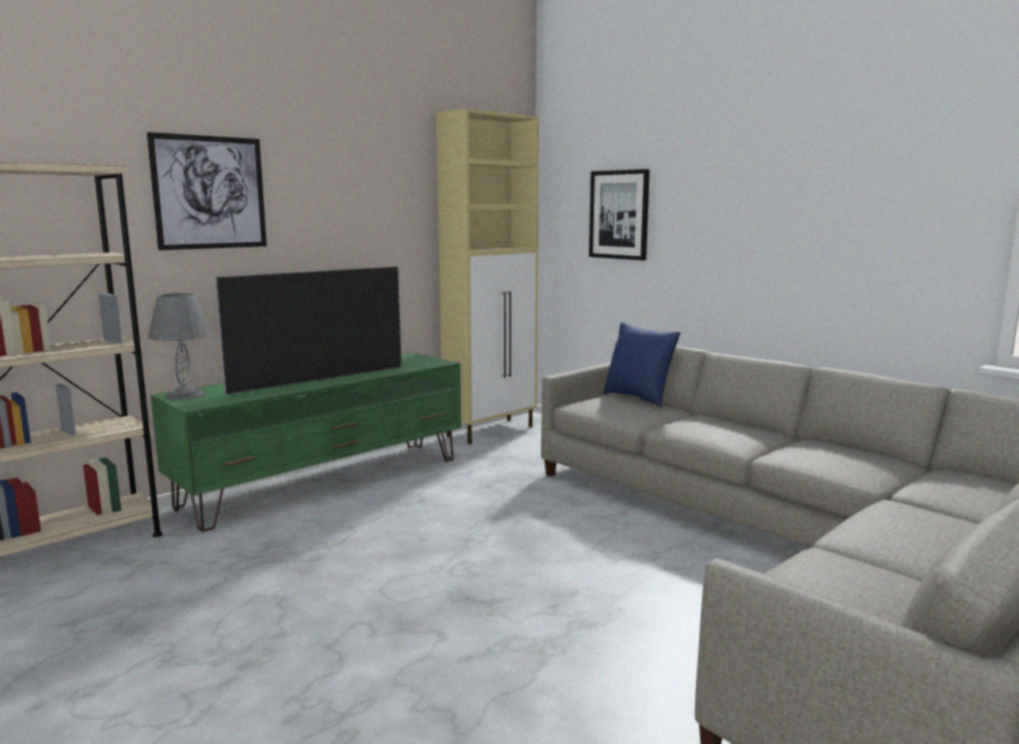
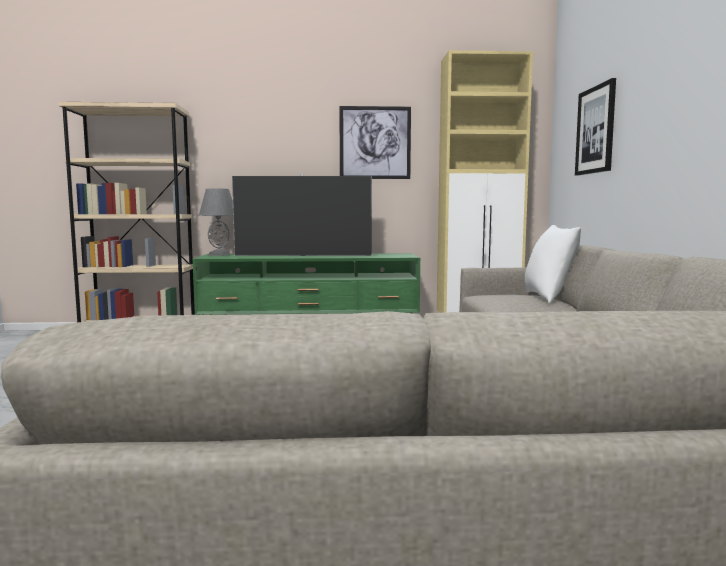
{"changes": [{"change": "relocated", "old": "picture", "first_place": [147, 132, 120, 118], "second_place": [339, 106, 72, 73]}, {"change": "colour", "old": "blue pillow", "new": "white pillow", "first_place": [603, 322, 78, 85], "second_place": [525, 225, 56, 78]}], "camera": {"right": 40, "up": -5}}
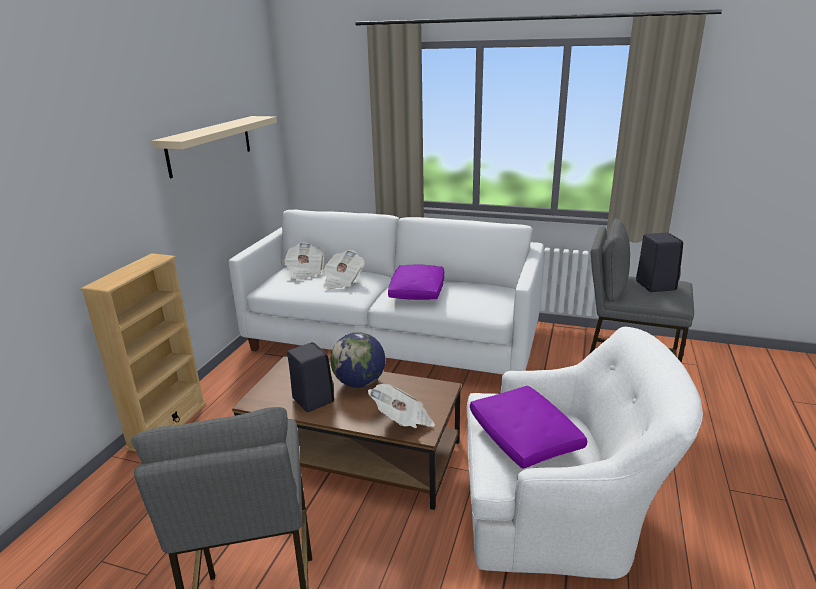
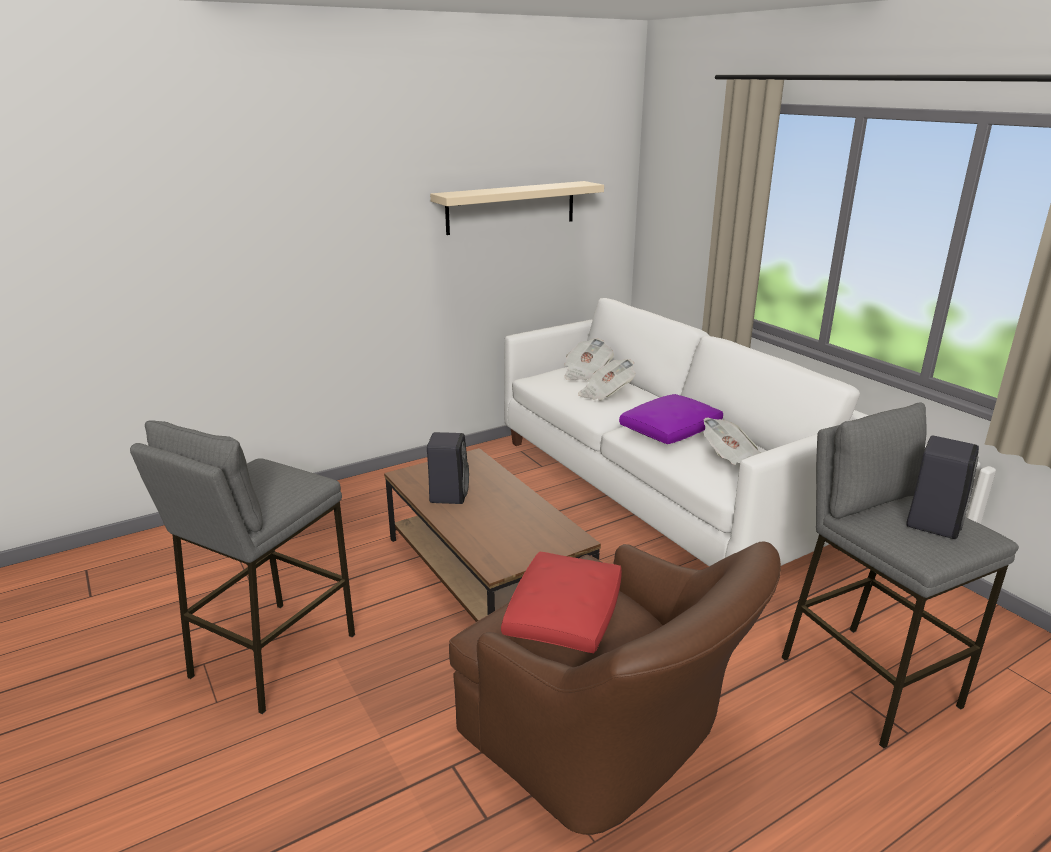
{"changes": [{"change": "missing", "old": "beige bookcase", "first_place": [80, 253, 126, 199]}, {"change": "missing", "old": "globe", "first_place": [330, 332, 55, 56]}, {"change": "relocated", "old": "newspaper", "first_place": [368, 384, 67, 44], "second_place": [703, 417, 59, 48]}, {"change": "colour", "old": "white armchair", "new": "brown armchair", "first_place": [467, 327, 236, 252], "second_place": [449, 541, 332, 294]}, {"change": "colour", "old": "purple pillow", "new": "red pillow", "first_place": [470, 386, 117, 83], "second_place": [501, 552, 121, 101]}], "camera": {"right": 40, "up": 0}}
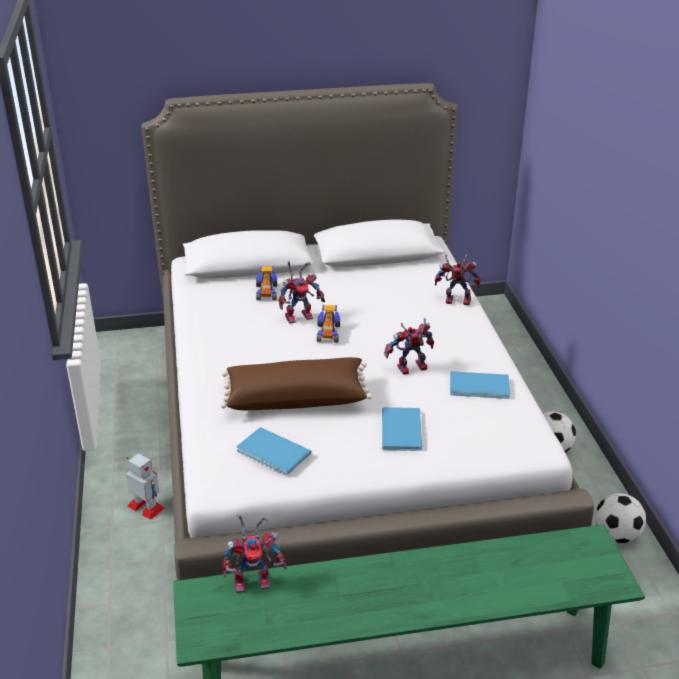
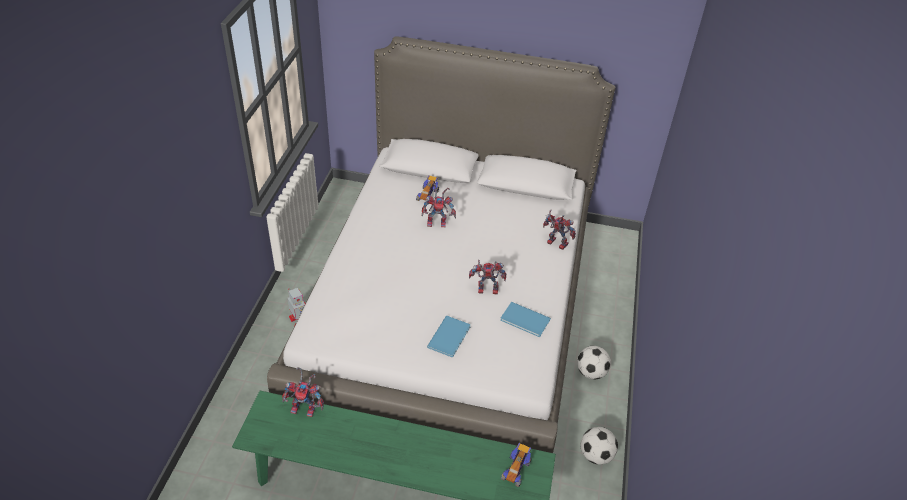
{"changes": [{"change": "missing", "old": "brown pillow", "first_place": [221, 357, 151, 53]}, {"change": "missing", "old": "blue book", "first_place": [237, 427, 74, 48]}, {"change": "relocated", "old": "toy car", "first_place": [317, 305, 23, 38], "second_place": [501, 443, 31, 44]}], "camera": {"right": 20, "up": 10}}
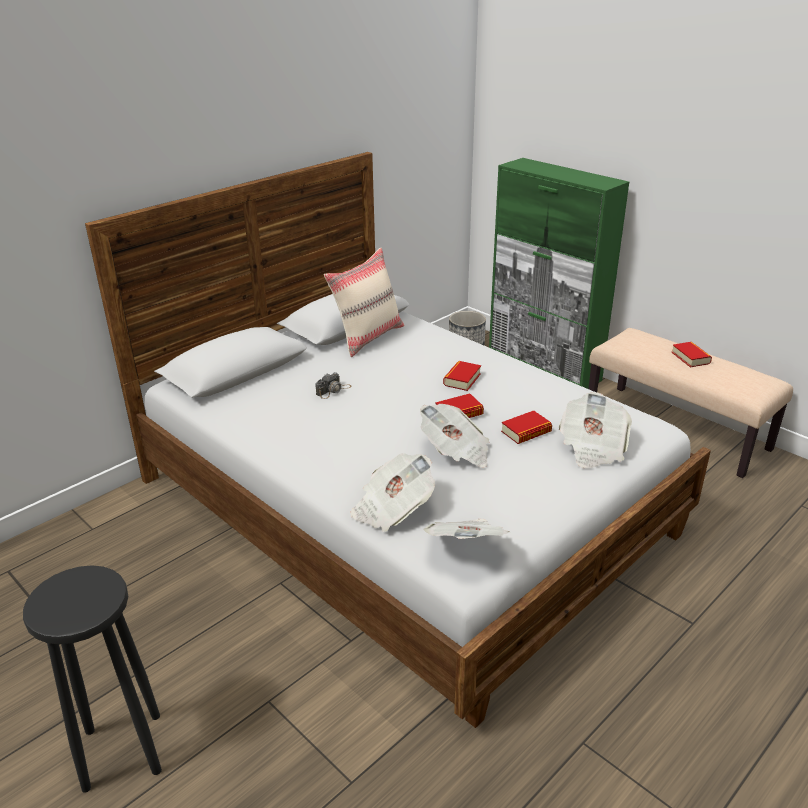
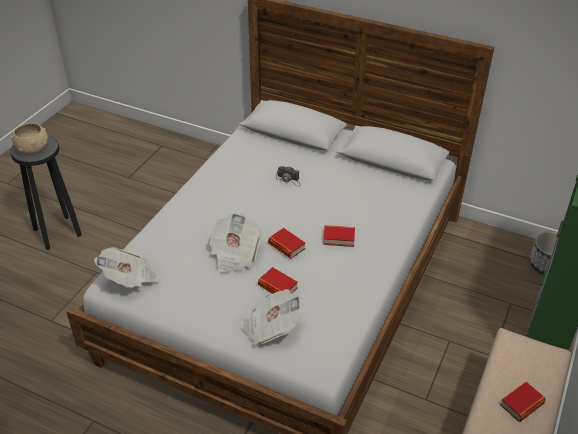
{"changes": [{"change": "missing", "old": "beige pillow", "first_place": [324, 248, 80, 109]}, {"change": "missing", "old": "newspaper", "first_place": [350, 453, 85, 79]}, {"change": "appeared", "new": "beige bowl", "second_place": [11, 123, 37, 32]}], "camera": {"right": 70, "up": 10}}
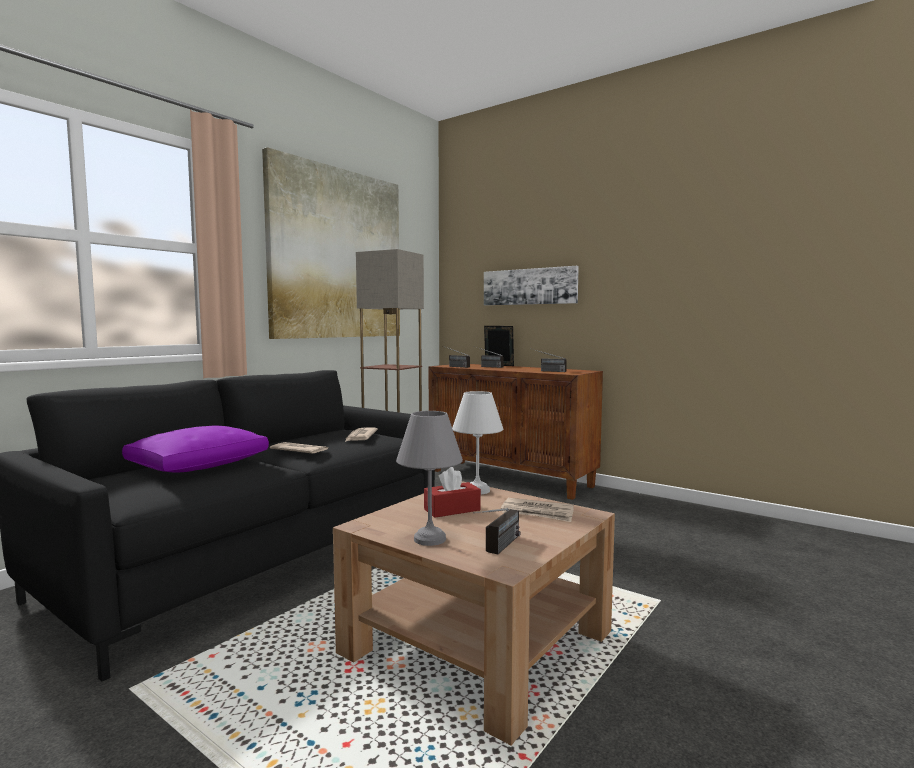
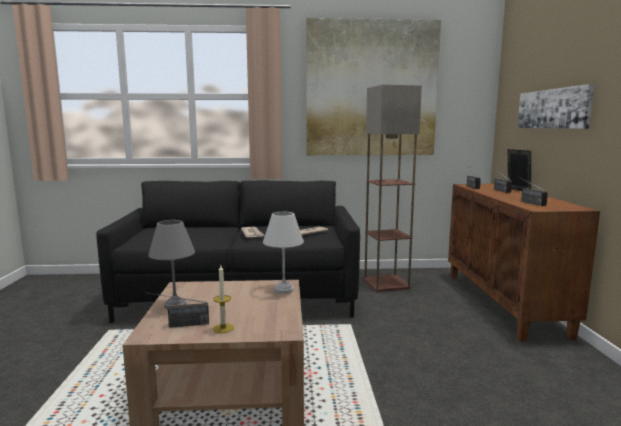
{"changes": [{"change": "missing", "old": "purple pillow", "first_place": [122, 426, 147, 46]}, {"change": "missing", "old": "red tissue box", "first_place": [424, 467, 57, 51]}, {"change": "missing", "old": "newspaper", "first_place": [501, 498, 73, 24]}, {"change": "appeared", "new": "candle", "second_place": [213, 265, 21, 68]}], "camera": {"right": 50, "up": 5}}
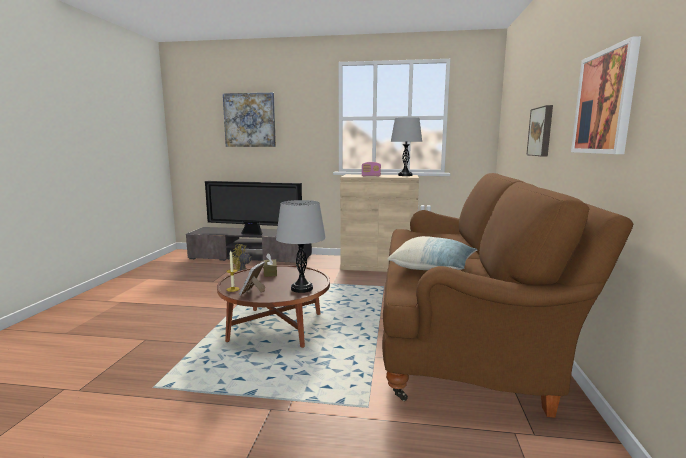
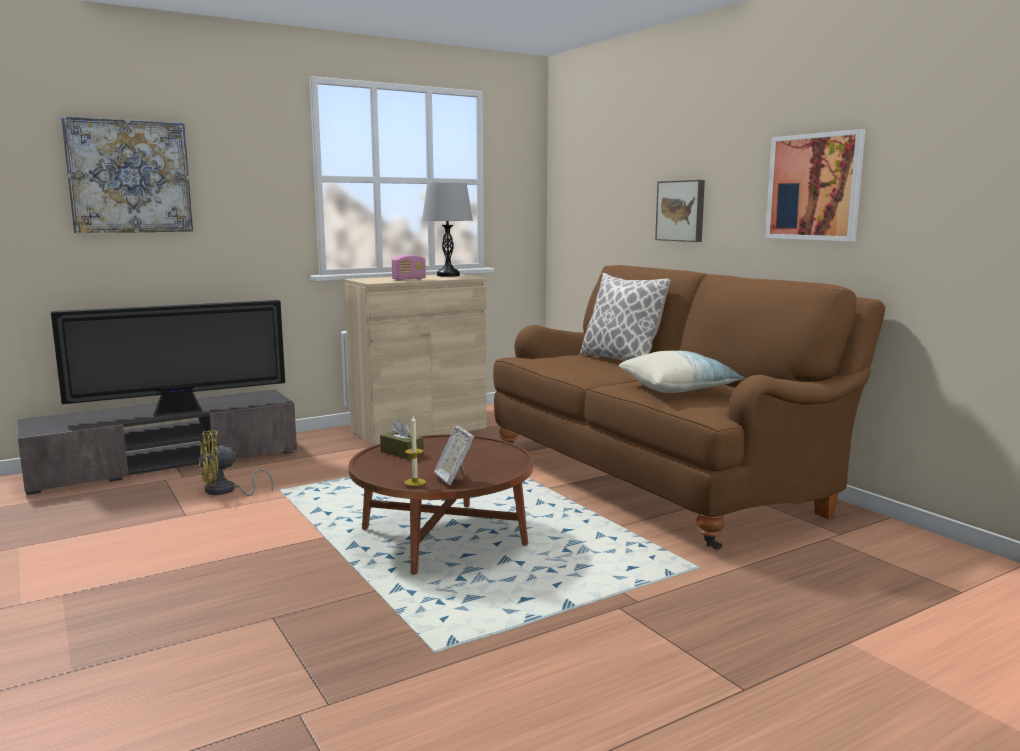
{"changes": [{"change": "missing", "old": "grey table lamp", "first_place": [276, 200, 50, 93]}, {"change": "appeared", "new": "pillow", "second_place": [580, 273, 91, 88]}], "camera": {"right": -40, "up": 0}}
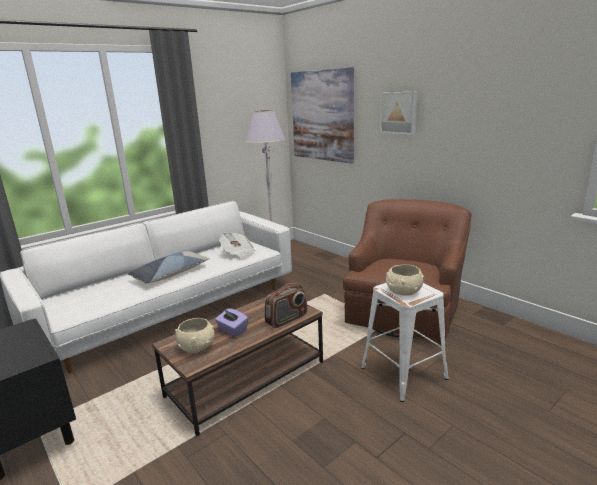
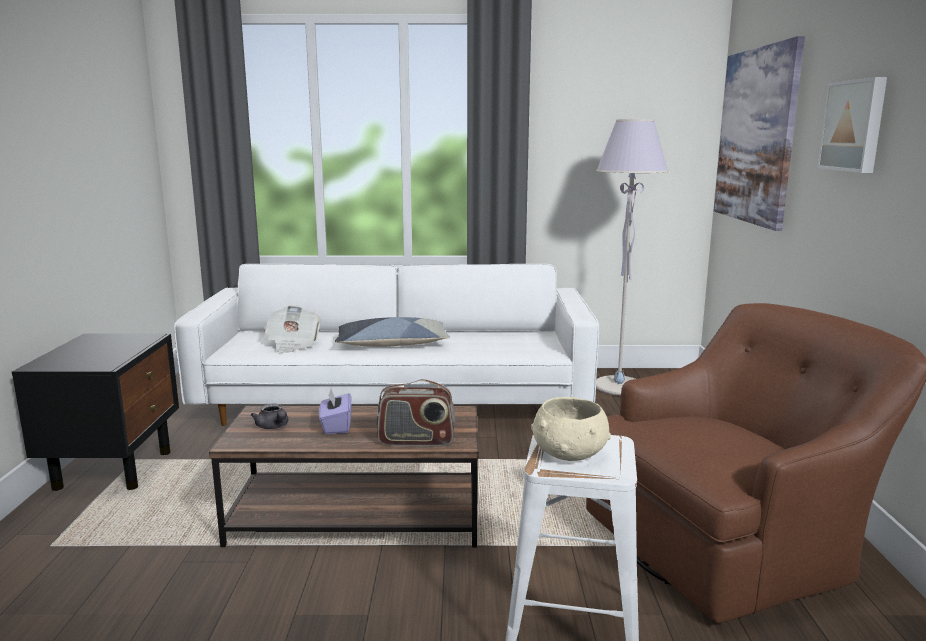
{"changes": [{"change": "relocated", "old": "newspaper", "first_place": [219, 232, 37, 27], "second_place": [264, 305, 57, 48]}, {"change": "exchanged", "old": "beige bowl", "new": "grey teapot", "first_place": [175, 318, 40, 35], "second_place": [251, 404, 37, 25]}], "camera": {"right": 40, "up": -5}}
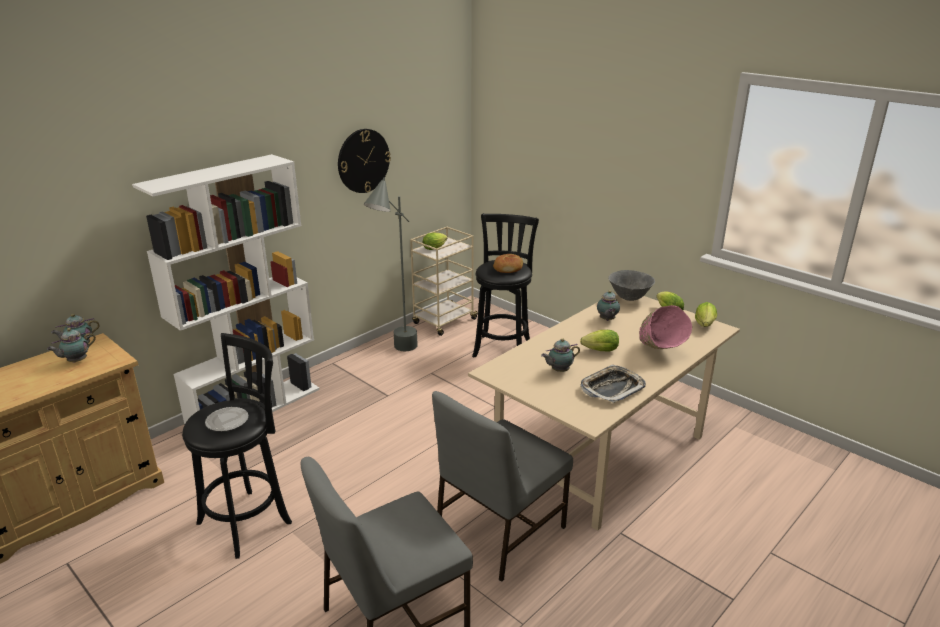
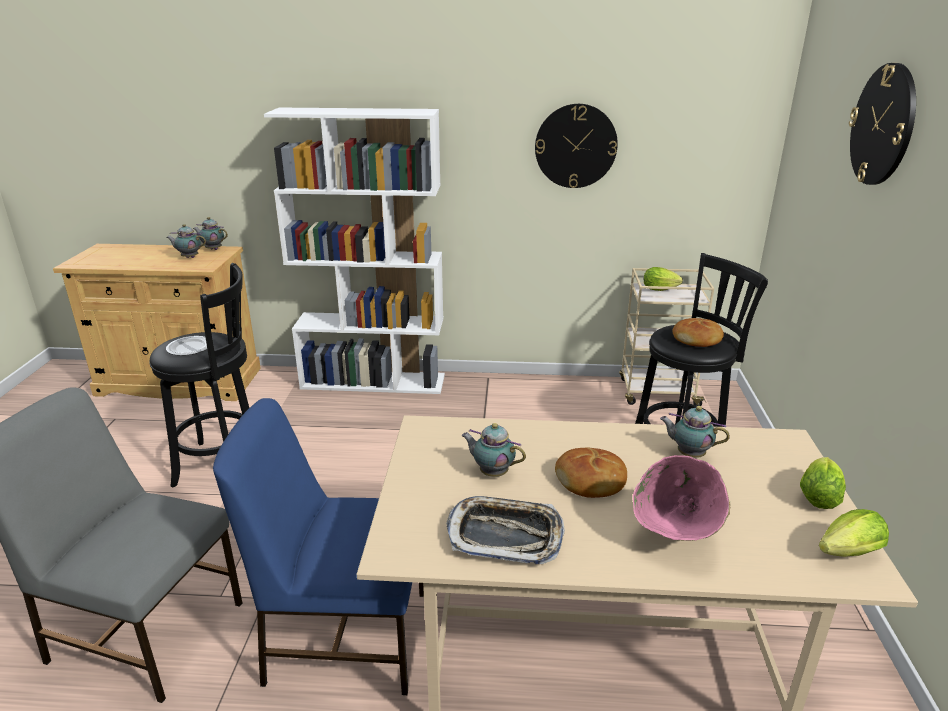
{"changes": [{"change": "missing", "old": "grey floor lamp", "first_place": [364, 177, 54, 174]}, {"change": "missing", "old": "grey bowl", "first_place": [608, 270, 47, 31]}, {"change": "appeared", "new": "wall clock", "second_place": [849, 63, 67, 122]}, {"change": "exchanged", "old": "lettuce", "new": "bread", "first_place": [580, 330, 39, 21], "second_place": [555, 447, 72, 51]}, {"change": "colour", "old": "grey chair", "new": "blue chair", "first_place": [432, 391, 141, 191], "second_place": [213, 398, 211, 297]}, {"change": "spun", "old": "teapot", "first_place": [597, 290, 23, 31], "second_place": [660, 406, 70, 52], "degrees": 60}], "camera": {"right": 50, "up": 0}}
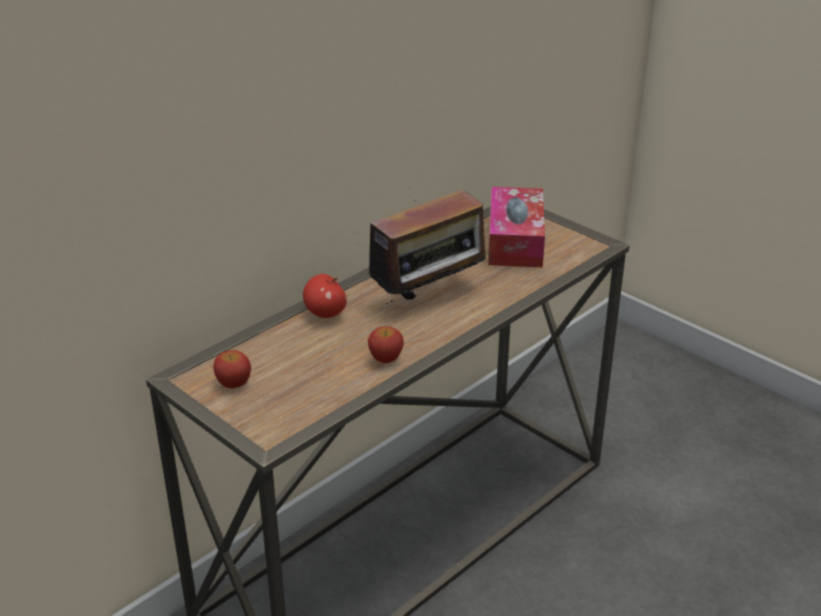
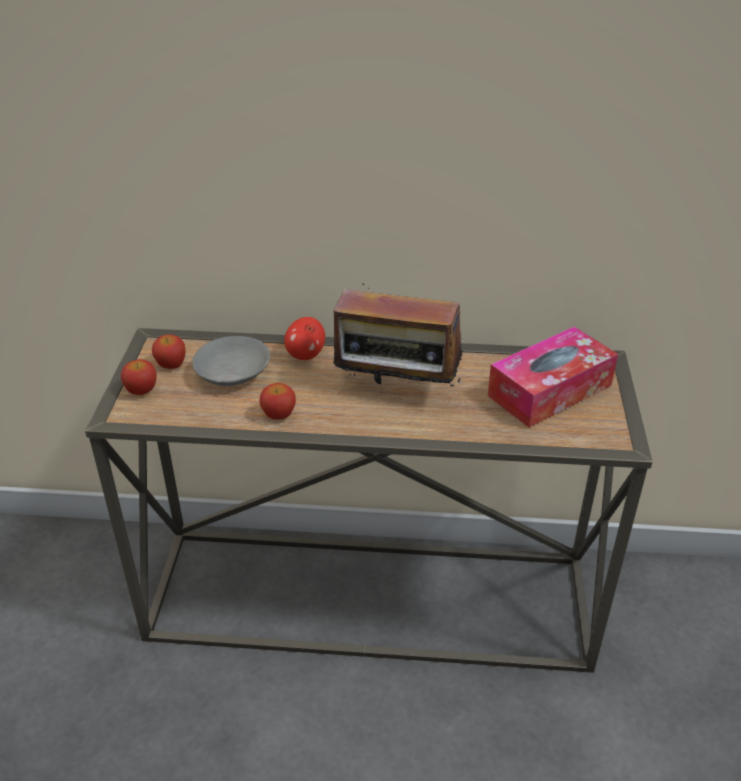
{"changes": [{"change": "appeared", "new": "apple", "second_place": [121, 359, 36, 36]}, {"change": "appeared", "new": "grey bowl", "second_place": [192, 336, 78, 50]}], "camera": {"right": 50, "up": 5}}
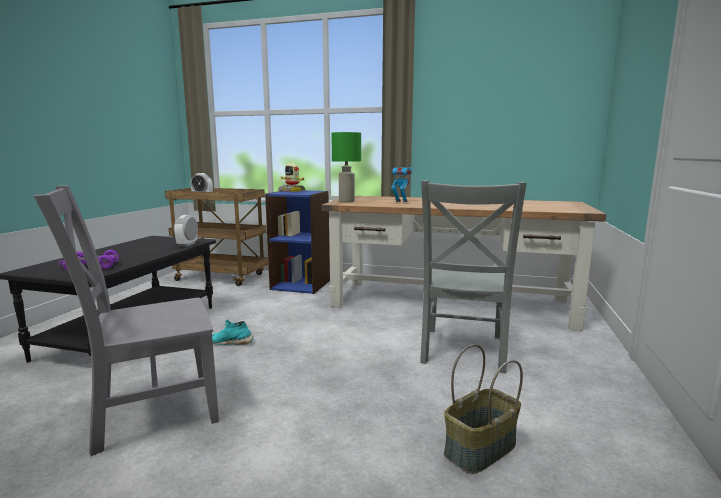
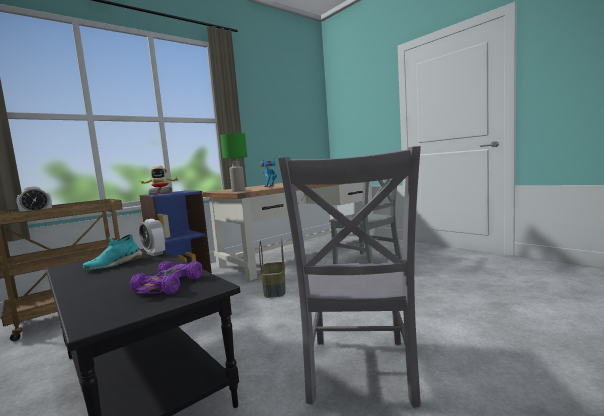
{"changes": [{"change": "relocated", "old": "turquoise shoe", "first_place": [212, 320, 42, 25], "second_place": [83, 235, 61, 35]}, {"change": "relocated", "old": "basket", "first_place": [444, 344, 79, 130], "second_place": [259, 239, 26, 59]}], "camera": {"right": -55, "up": -5}}
